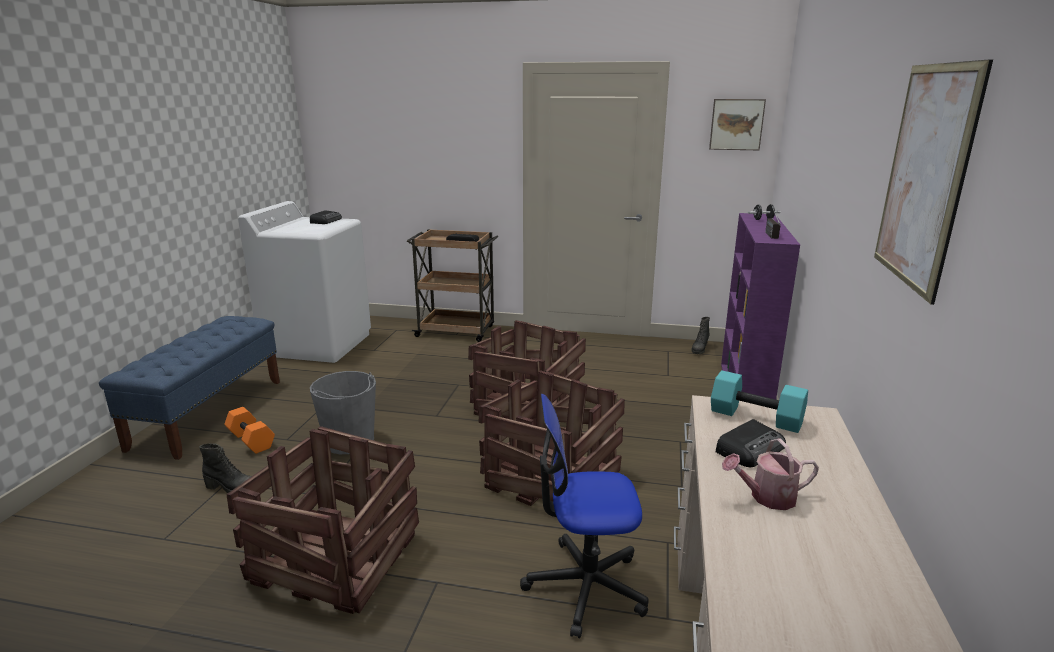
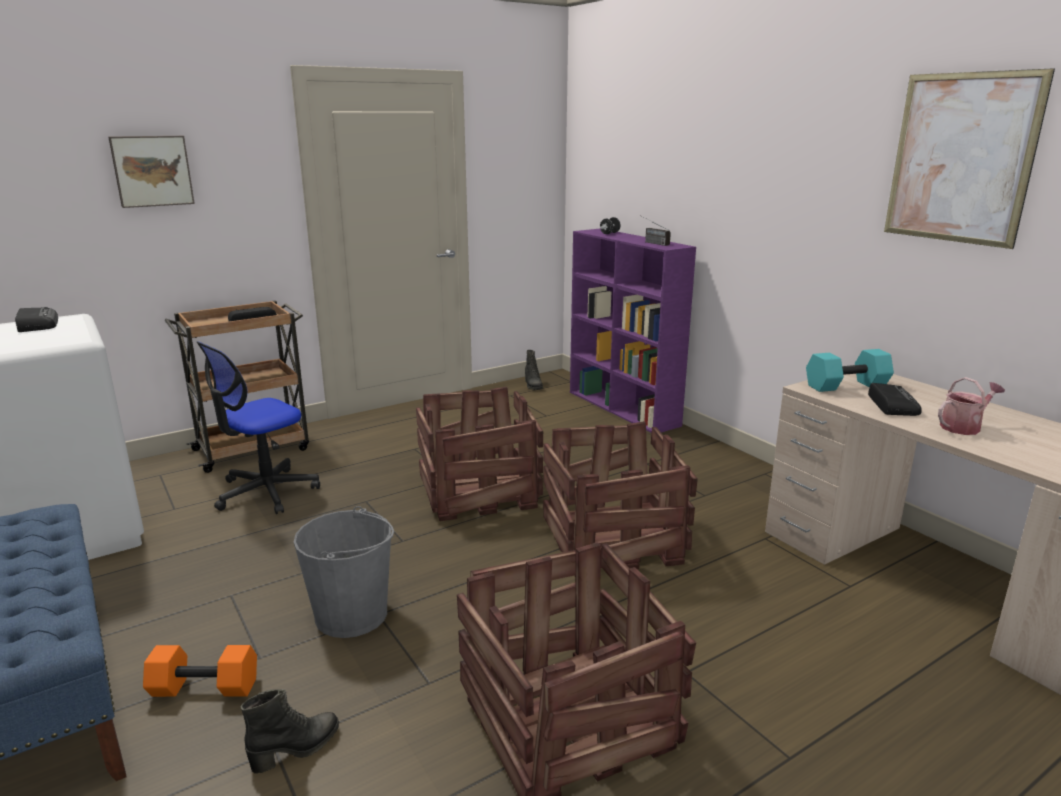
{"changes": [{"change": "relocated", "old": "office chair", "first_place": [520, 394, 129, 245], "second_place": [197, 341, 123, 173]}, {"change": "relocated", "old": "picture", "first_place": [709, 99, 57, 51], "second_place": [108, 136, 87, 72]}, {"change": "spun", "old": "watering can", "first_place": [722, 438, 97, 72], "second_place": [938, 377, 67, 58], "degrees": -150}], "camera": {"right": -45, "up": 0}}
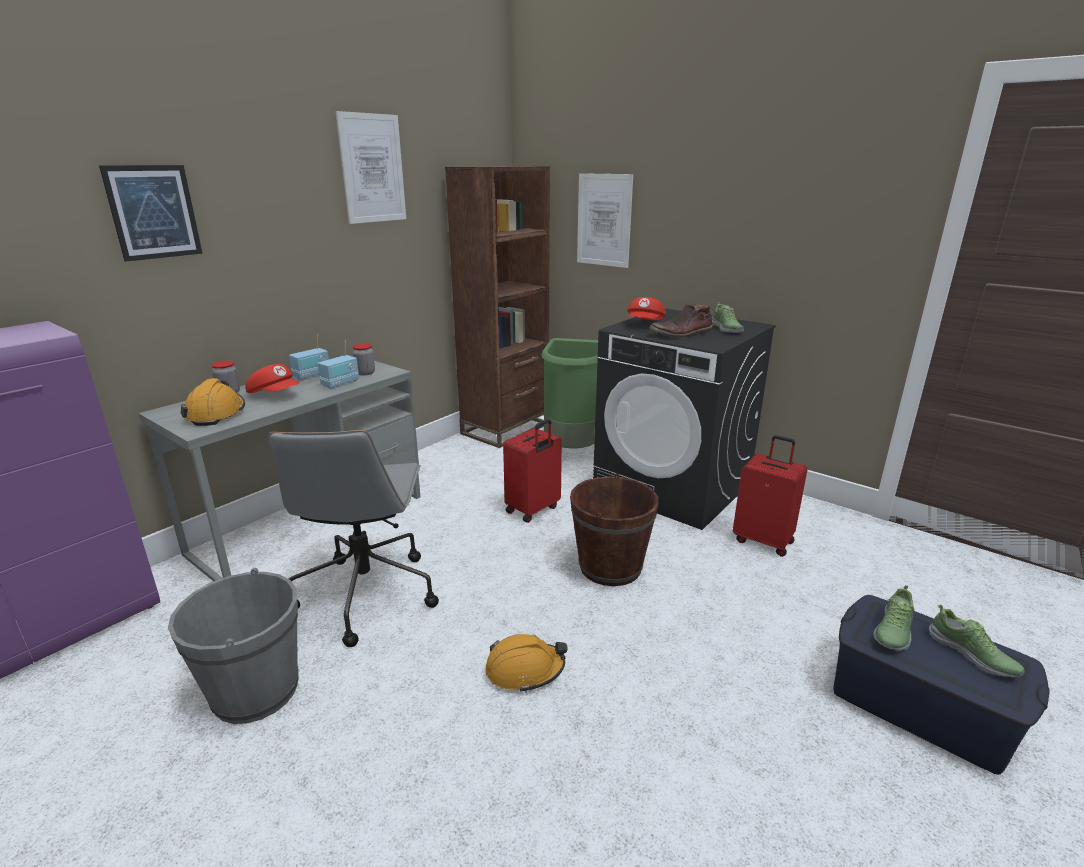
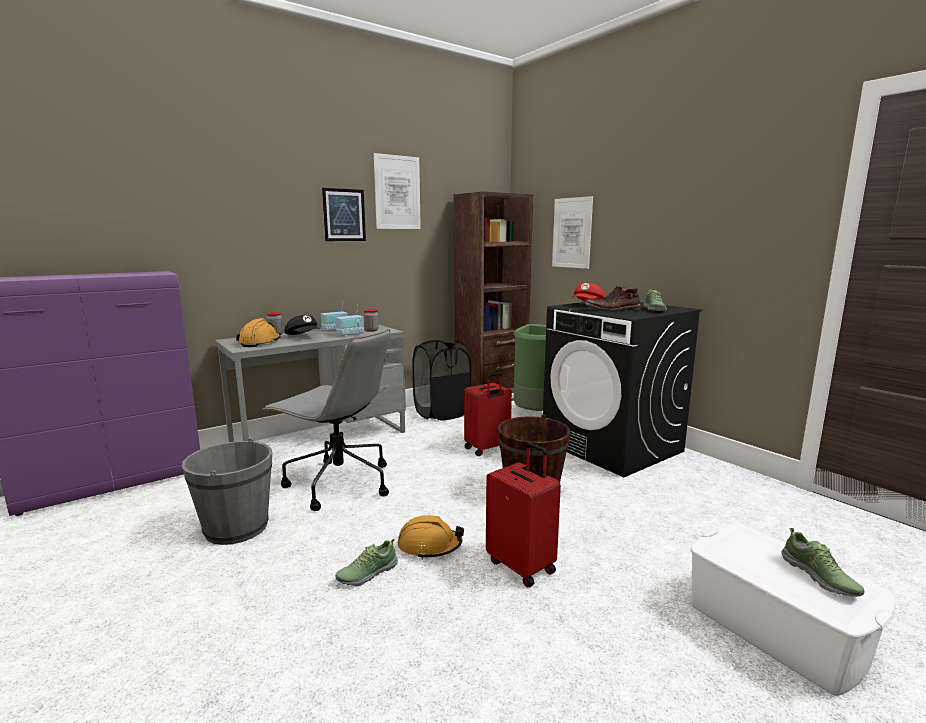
{"changes": [{"change": "appeared", "new": "black laundry basket", "second_place": [412, 340, 59, 80]}, {"change": "relocated", "old": "picture", "first_place": [99, 165, 104, 97], "second_place": [322, 188, 44, 53]}, {"change": "relocated", "old": "red suitcase", "first_place": [733, 435, 75, 122], "second_place": [486, 442, 75, 146]}, {"change": "relocated", "old": "shoe", "first_place": [873, 585, 41, 66], "second_place": [335, 539, 63, 47]}, {"change": "colour", "old": "red cap", "new": "black cap", "first_place": [245, 364, 54, 29], "second_place": [285, 315, 34, 20]}, {"change": "colour", "old": "blue storage box", "new": "white storage box", "first_place": [834, 595, 216, 180], "second_place": [691, 523, 205, 173]}, {"change": "spun", "old": "grey office chair", "first_place": [268, 430, 171, 217], "second_place": [263, 329, 128, 182], "degrees": -75}], "camera": {"right": 15, "up": -10}}
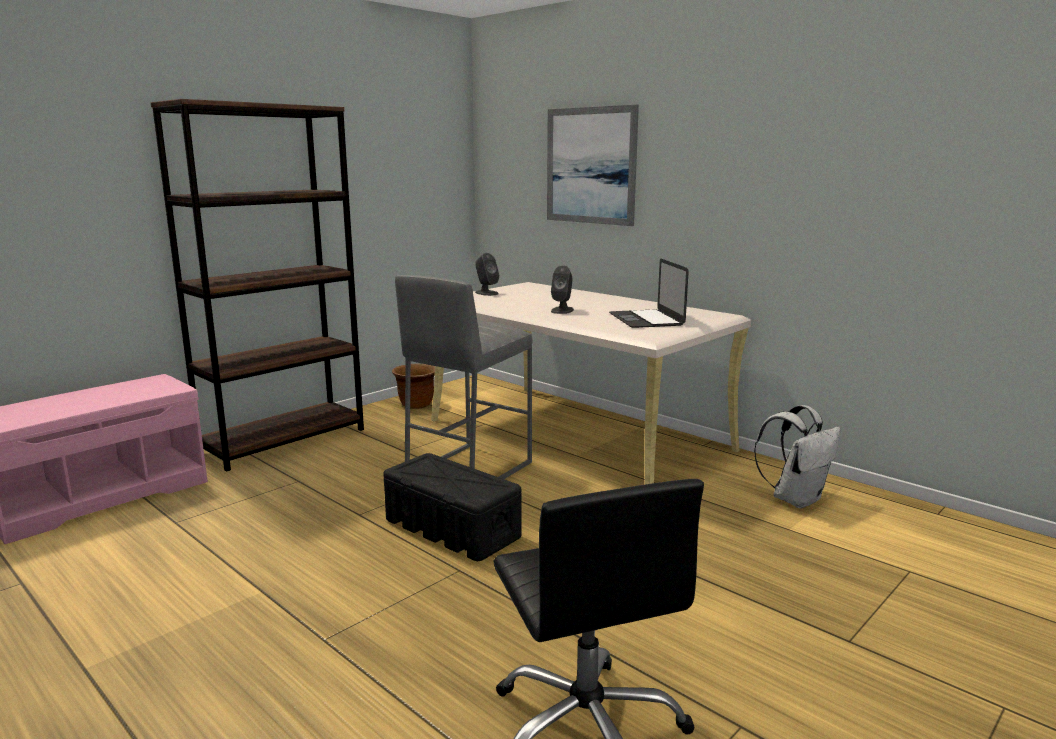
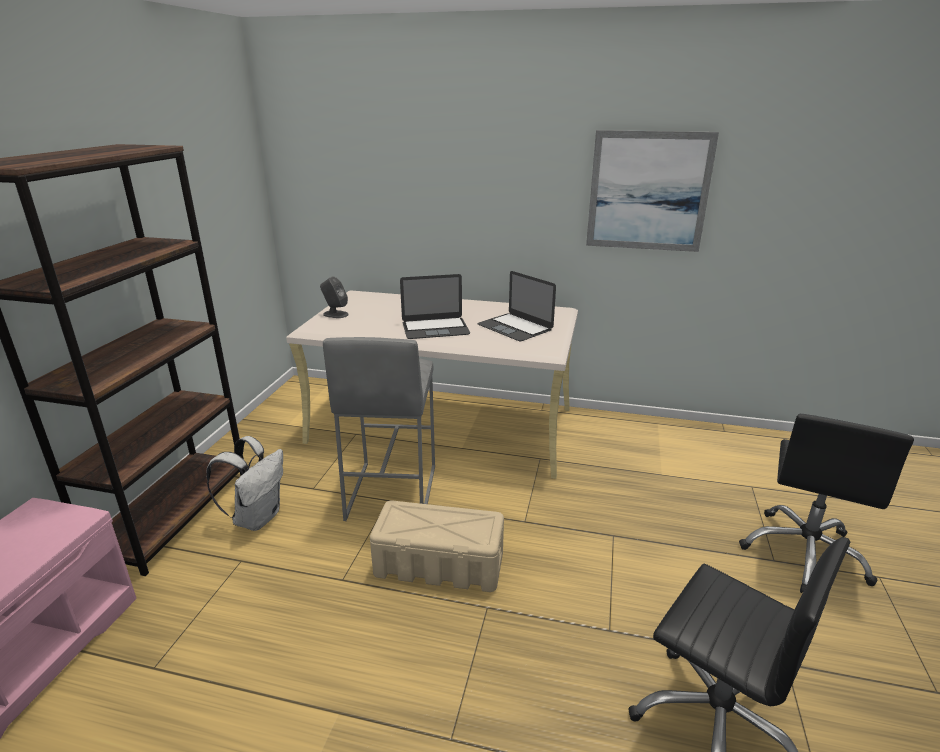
{"changes": [{"change": "missing", "old": "brown planter", "first_place": [392, 364, 43, 45]}, {"change": "appeared", "new": "black office chair", "second_place": [739, 414, 175, 179]}, {"change": "relocated", "old": "picture", "first_place": [547, 105, 92, 121], "second_place": [586, 130, 133, 122]}, {"change": "relocated", "old": "white backpack", "first_place": [754, 405, 87, 104], "second_place": [207, 436, 76, 95]}, {"change": "exchanged", "old": "grey speaker", "new": "laptop", "first_place": [551, 265, 23, 49], "second_place": [400, 274, 70, 65]}, {"change": "colour", "old": "black storage box", "new": "beige storage box", "first_place": [383, 453, 139, 108], "second_place": [370, 500, 134, 92]}], "camera": {"right": -30, "up": 10}}
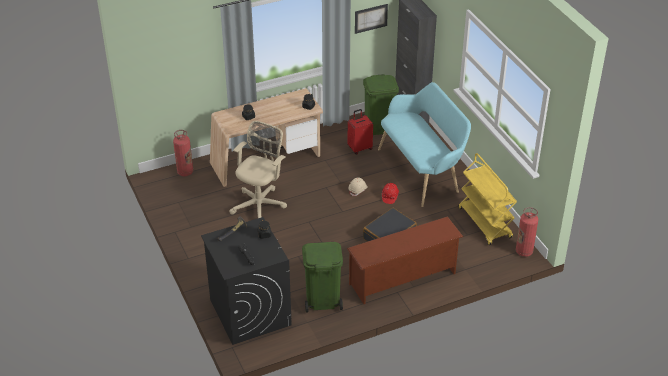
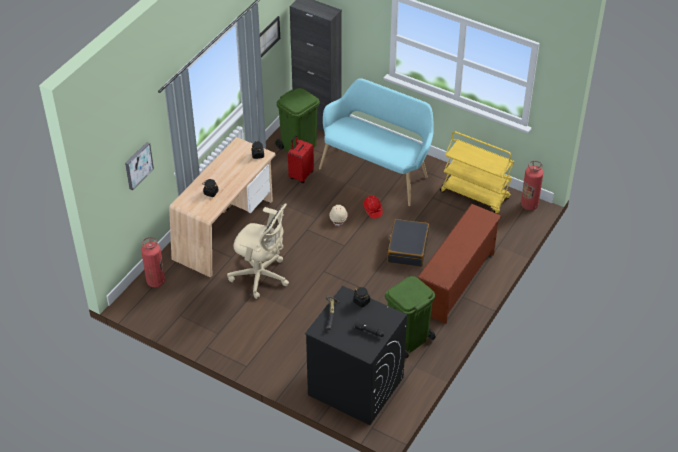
{"changes": [{"change": "appeared", "new": "picture", "second_place": [125, 142, 29, 48]}, {"change": "spun", "old": "beige office chair", "first_place": [230, 121, 57, 97], "second_place": [227, 203, 62, 96], "degrees": 120}], "camera": {"right": -35, "up": 5}}
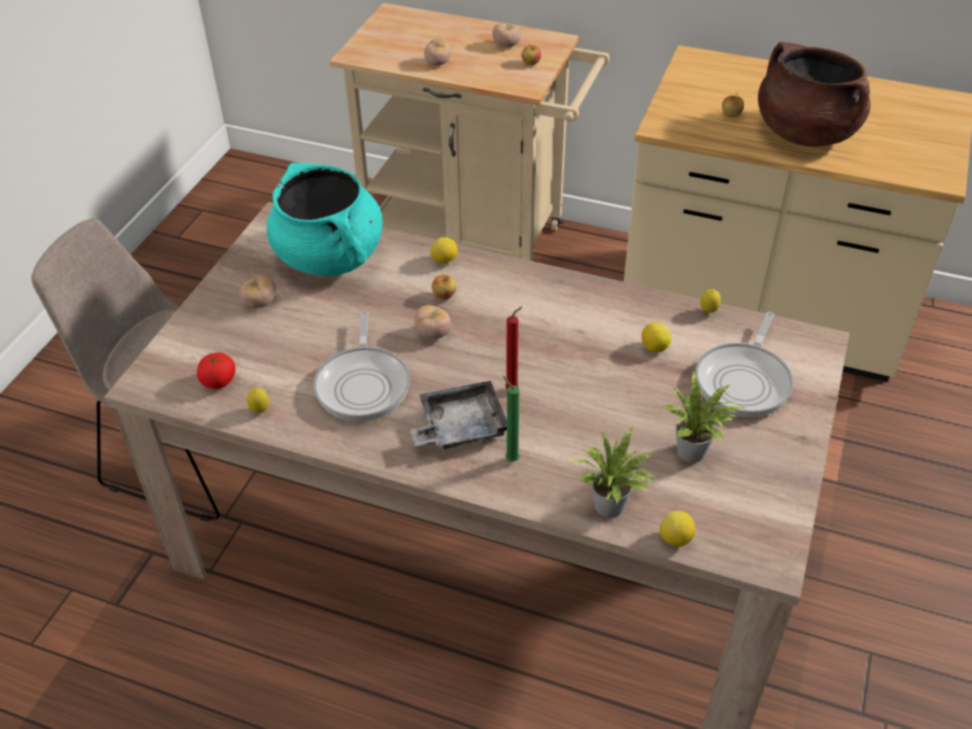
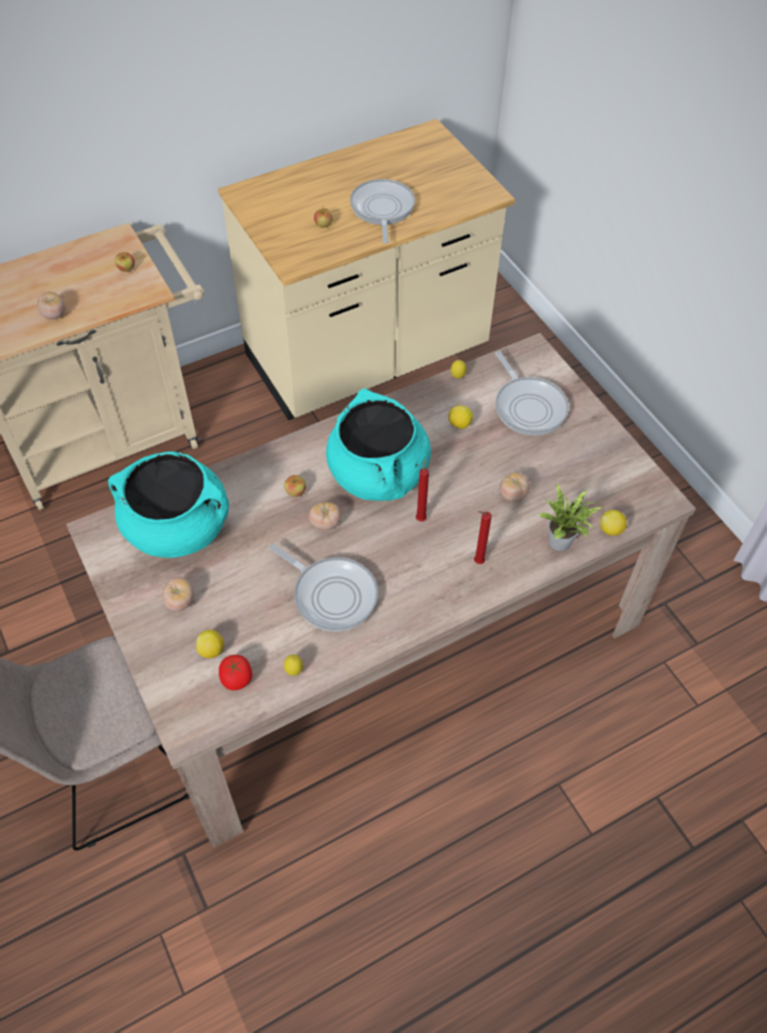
{"changes": [{"change": "missing", "old": "grey tray", "first_place": [409, 381, 98, 68]}, {"change": "missing", "old": "potted plant", "first_place": [664, 371, 81, 92]}, {"change": "appeared", "new": "turquoise cooking pot", "second_place": [326, 388, 105, 113]}, {"change": "relocated", "old": "lemon", "first_place": [430, 237, 28, 27], "second_place": [196, 630, 28, 28]}, {"change": "relocated", "old": "tomato", "first_place": [492, 23, 29, 24], "second_place": [500, 473, 30, 29]}, {"change": "exchanged", "old": "brown cooking pot", "new": "frying pan", "first_place": [758, 42, 113, 105], "second_place": [350, 179, 65, 65]}, {"change": "colour", "old": "green candle", "new": "red candle", "first_place": [503, 376, 17, 86], "second_place": [474, 511, 18, 53]}], "camera": {"right": -50, "up": 10}}
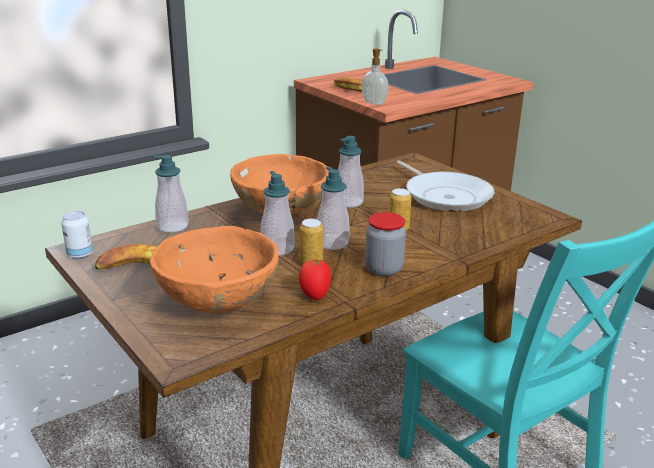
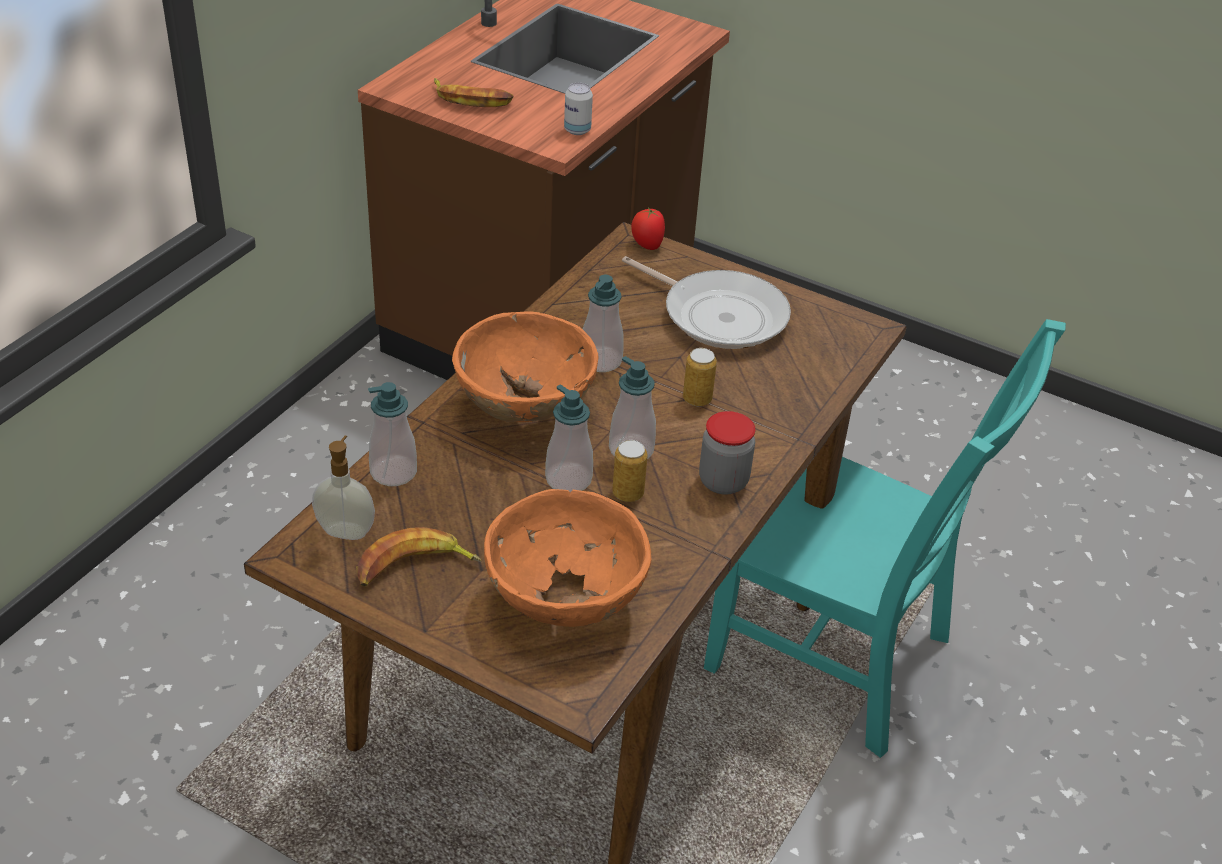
{"changes": [{"change": "relocated", "old": "can", "first_place": [61, 211, 32, 48], "second_place": [564, 83, 29, 52]}, {"change": "relocated", "old": "tomato", "first_place": [299, 259, 32, 41], "second_place": [631, 208, 34, 42]}, {"change": "relocated", "old": "soap dispenser", "first_place": [362, 49, 26, 56], "second_place": [312, 436, 63, 104]}], "camera": {"right": -25, "up": 15}}
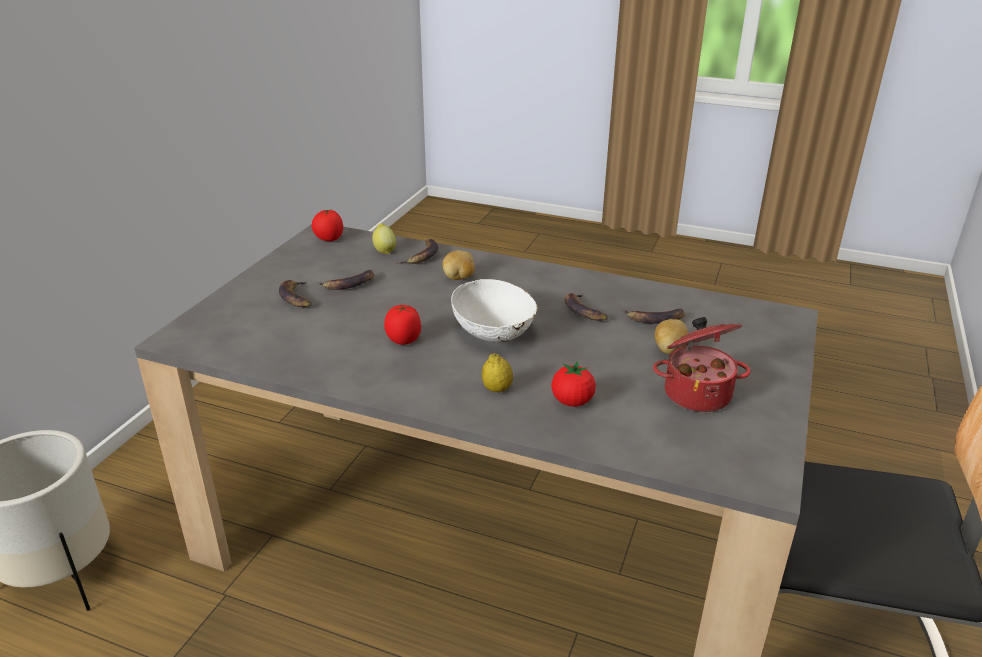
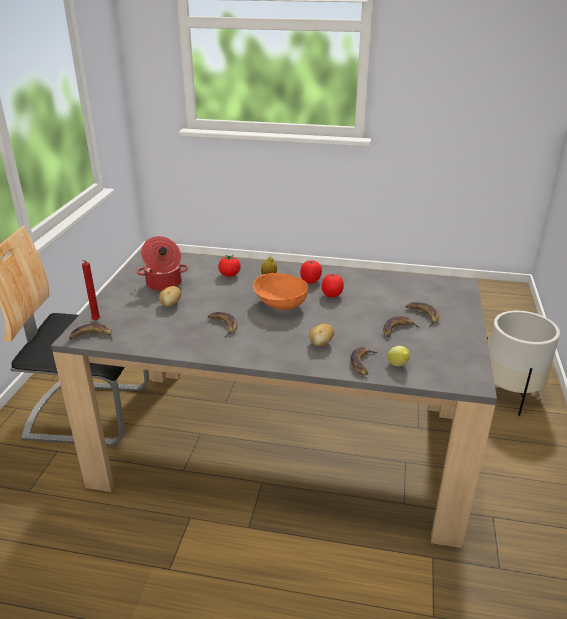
{"changes": [{"change": "appeared", "new": "red candle", "second_place": [82, 260, 18, 61]}, {"change": "relocated", "old": "tomato", "first_place": [311, 209, 32, 32], "second_place": [300, 260, 22, 24]}, {"change": "relocated", "old": "banana", "first_place": [623, 309, 62, 15], "second_place": [69, 323, 44, 17]}, {"change": "colour", "old": "white bowl", "new": "orange bowl", "first_place": [451, 279, 86, 64], "second_place": [253, 273, 55, 37]}], "camera": {"right": 170, "up": 0}}
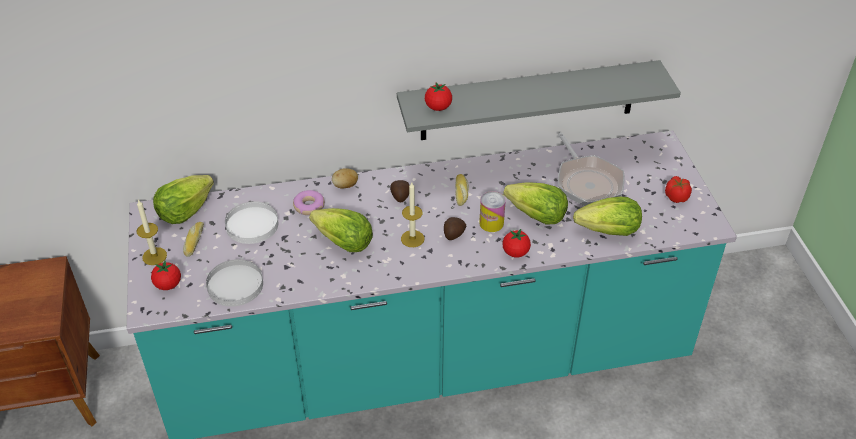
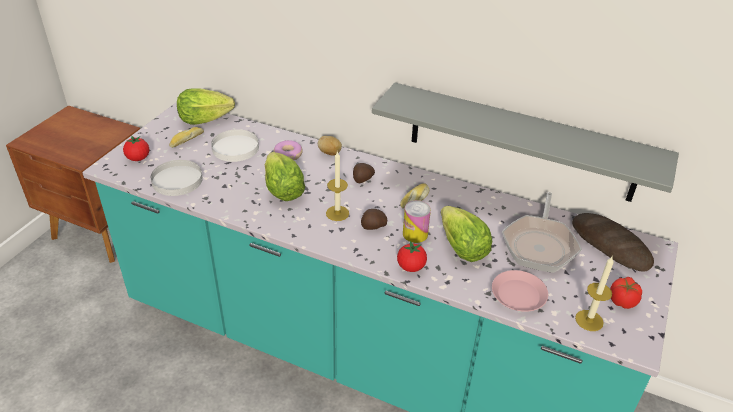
{"changes": [{"change": "missing", "old": "tomato", "first_place": [425, 83, 27, 28]}, {"change": "appeared", "new": "bread", "second_place": [572, 213, 82, 59]}, {"change": "relocated", "old": "candle", "first_place": [137, 199, 30, 66], "second_place": [575, 257, 39, 74]}, {"change": "exchanged", "old": "lettuce", "new": "pink plate", "first_place": [573, 197, 69, 39], "second_place": [492, 270, 56, 42]}], "camera": {"right": 35, "up": -5}}
